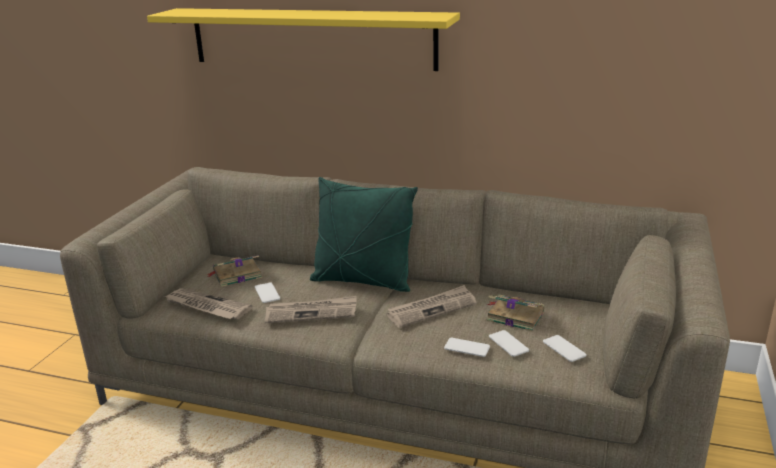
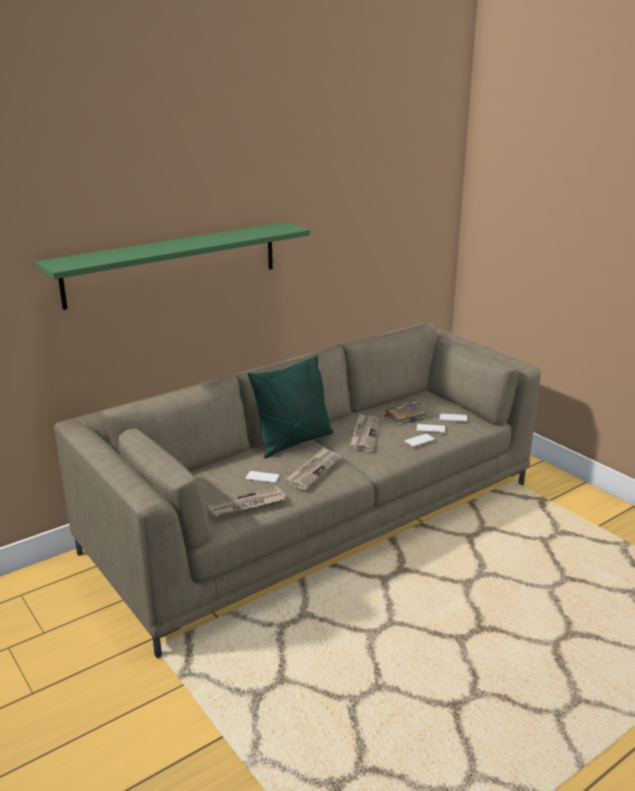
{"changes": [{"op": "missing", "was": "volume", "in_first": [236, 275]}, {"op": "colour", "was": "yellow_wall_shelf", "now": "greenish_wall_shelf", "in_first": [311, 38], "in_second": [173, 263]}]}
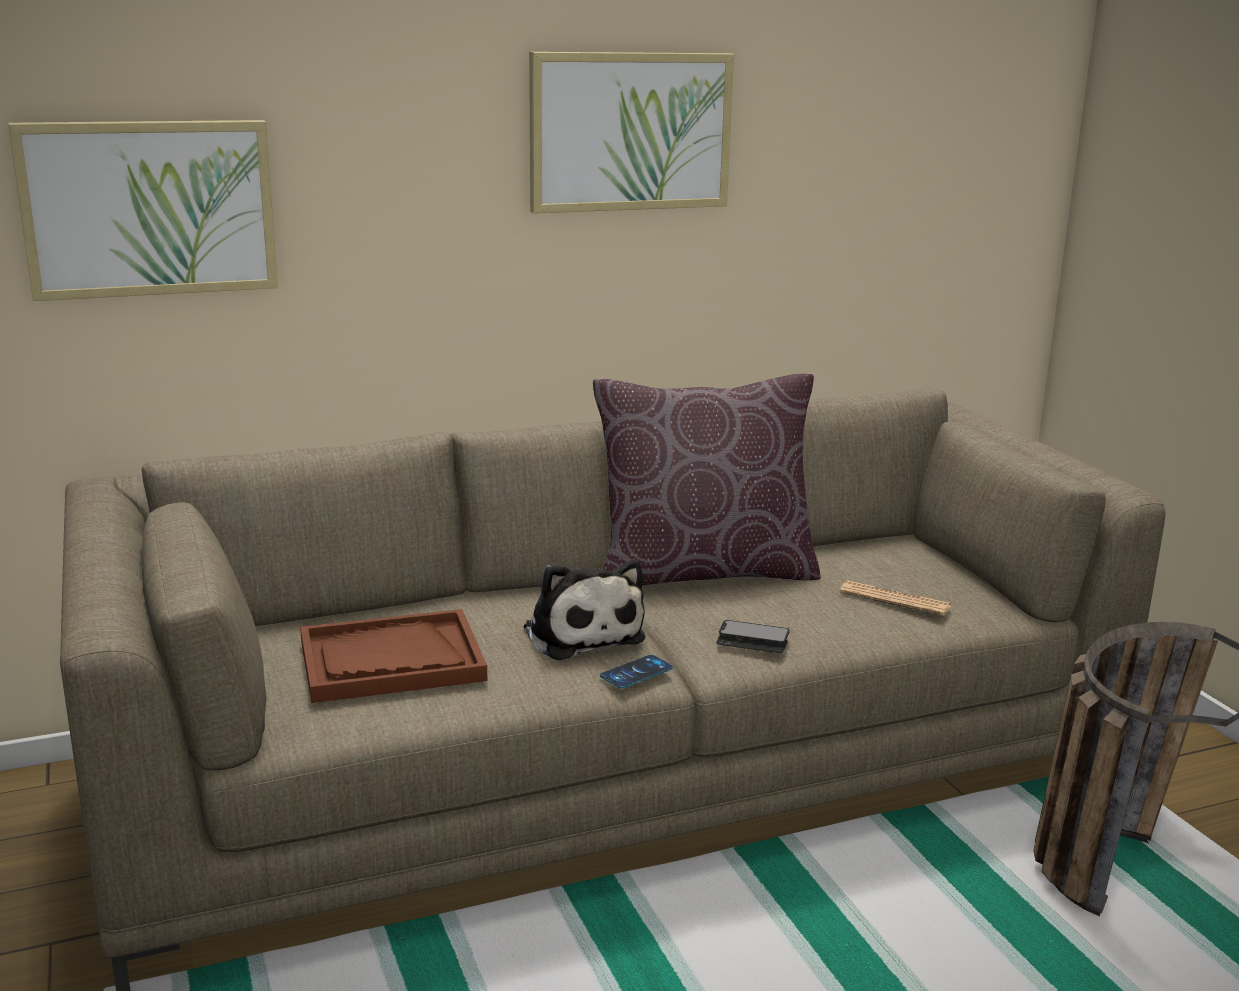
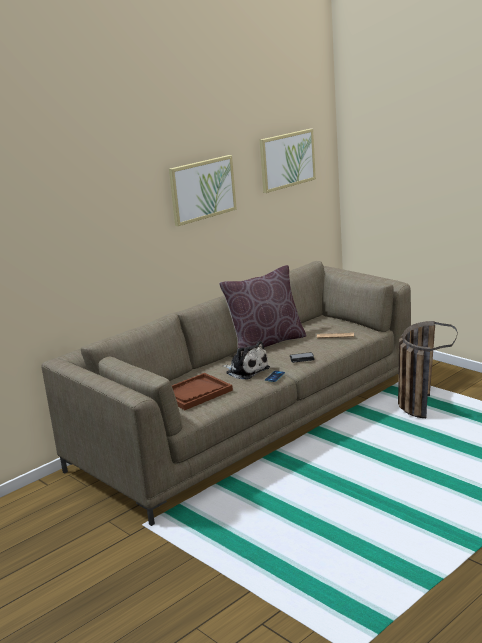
{"changes": [{"op": "relocated", "was": "picture", "in_first": [149, 208], "in_second": [287, 160]}]}
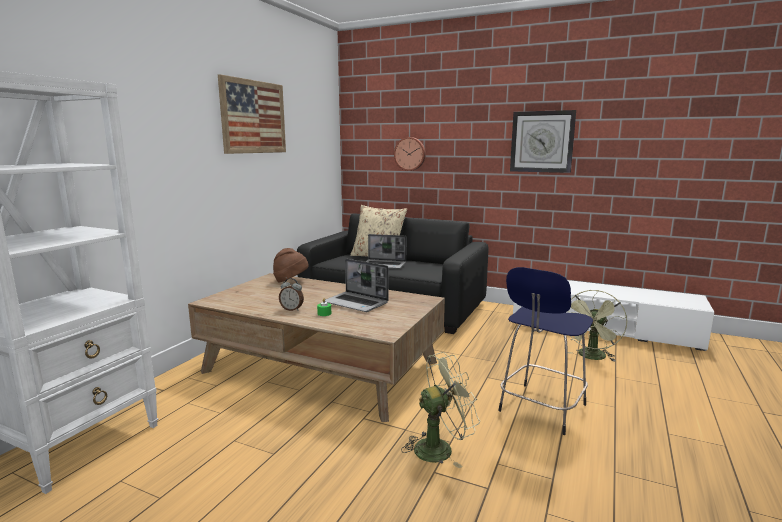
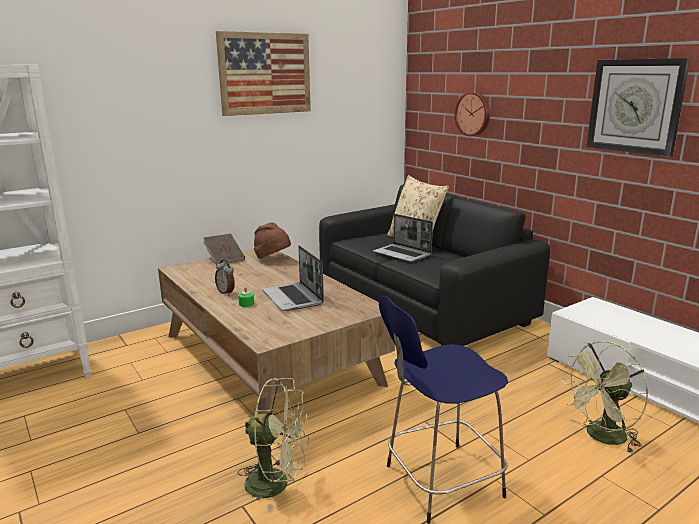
{"changes": [{"op": "appeared", "now": "brownish_volume", "in_second": [224, 258]}]}
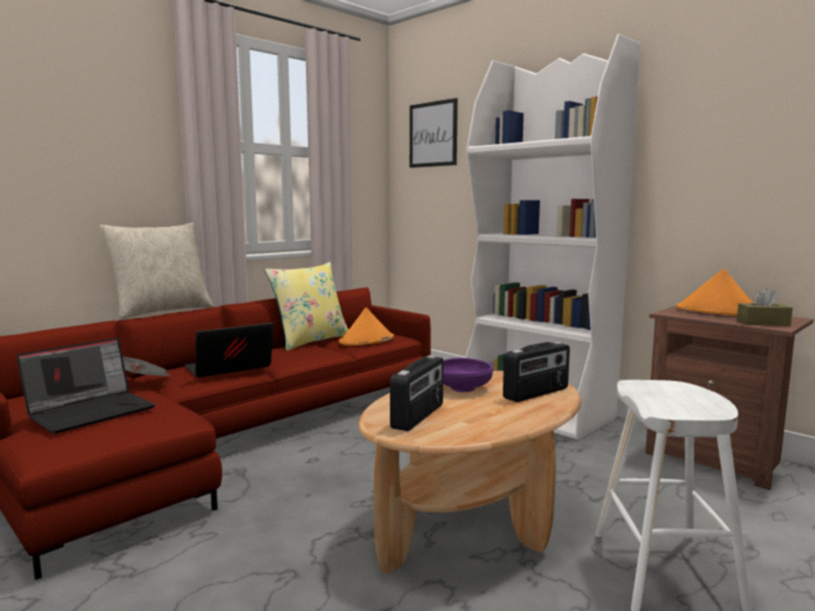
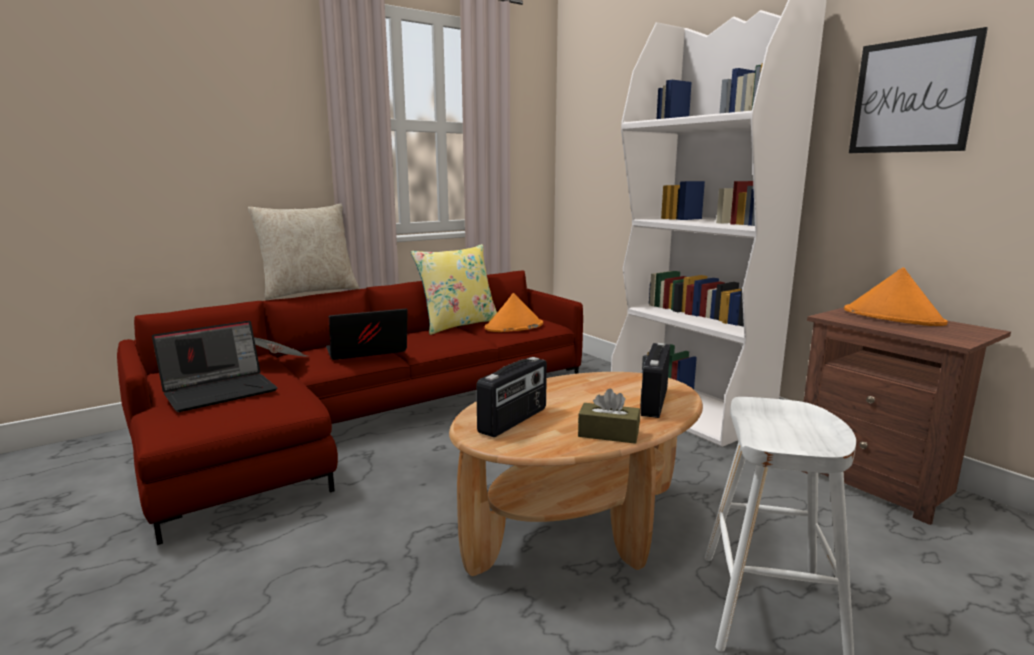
{"changes": [{"op": "missing", "was": "purplish_deep_dish", "in_first": [463, 388]}, {"op": "relocated", "was": "picture", "in_first": [433, 134], "in_second": [912, 96]}, {"op": "relocated", "was": "brownish_box_of_tissues", "in_first": [763, 323], "in_second": [608, 434]}, {"op": "spun", "was": "radio", "in_first": [537, 393], "in_second": [653, 402], "clockwise": 135}]}
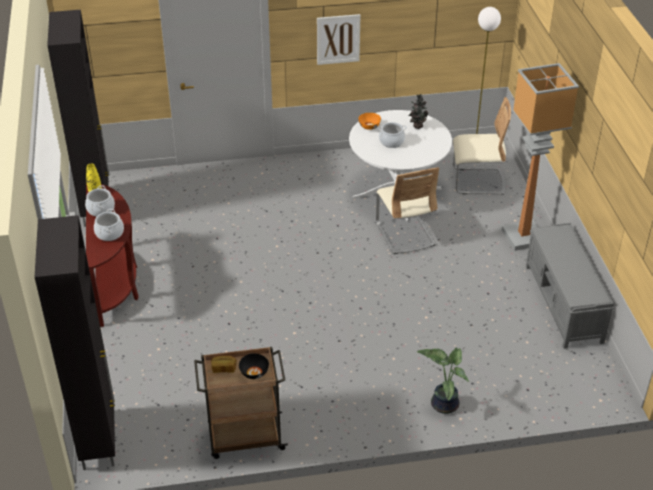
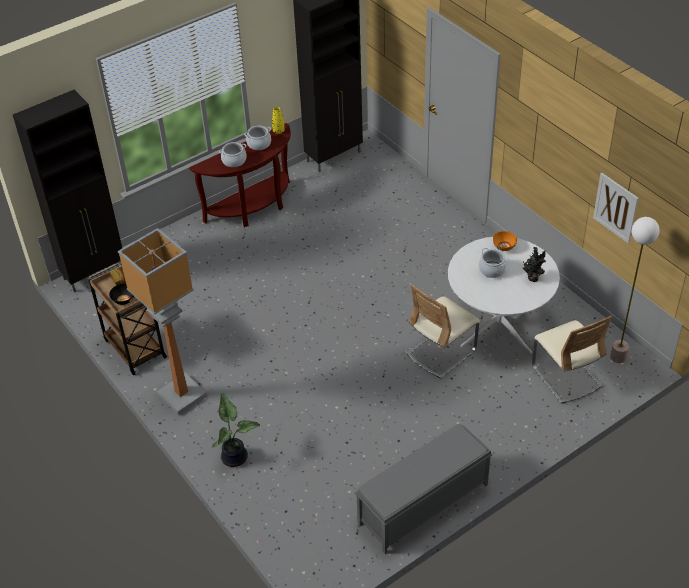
{"changes": [{"op": "relocated", "was": "picture", "in_first": [338, 39], "in_second": [615, 207]}, {"op": "relocated", "was": "floor_lamp", "in_first": [523, 236], "in_second": [183, 395]}]}
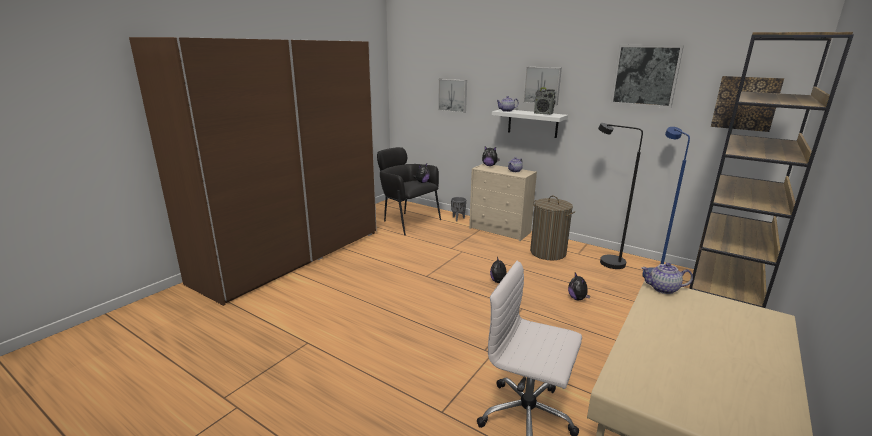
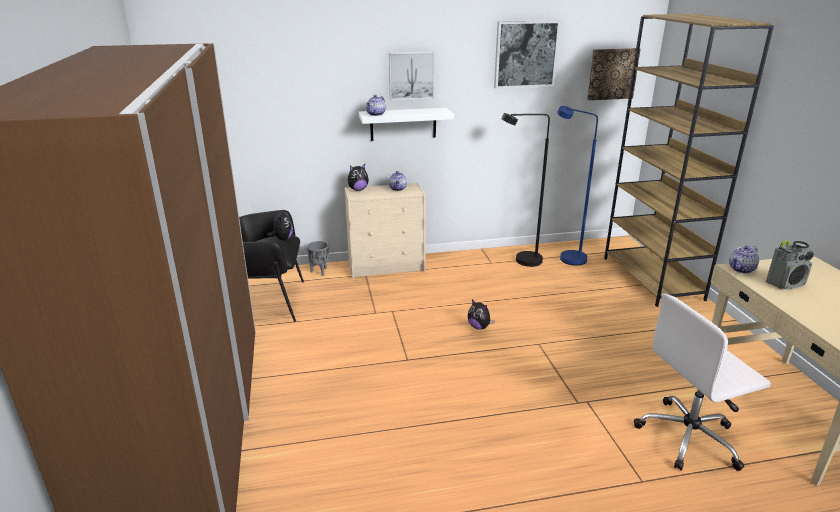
{"changes": [{"op": "missing", "was": "picture", "in_first": [453, 95]}, {"op": "missing", "was": "hamper", "in_first": [548, 252]}, {"op": "missing", "was": "soft_toy", "in_first": [577, 298]}, {"op": "relocated", "was": "radio", "in_first": [543, 114], "in_second": [785, 284]}]}
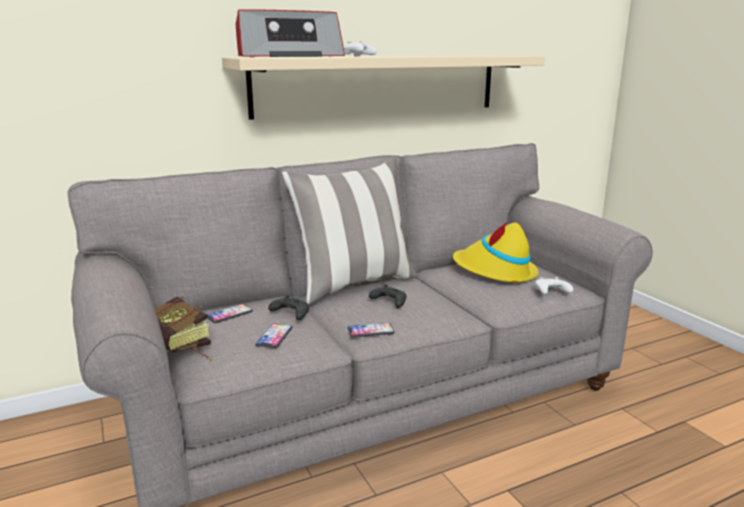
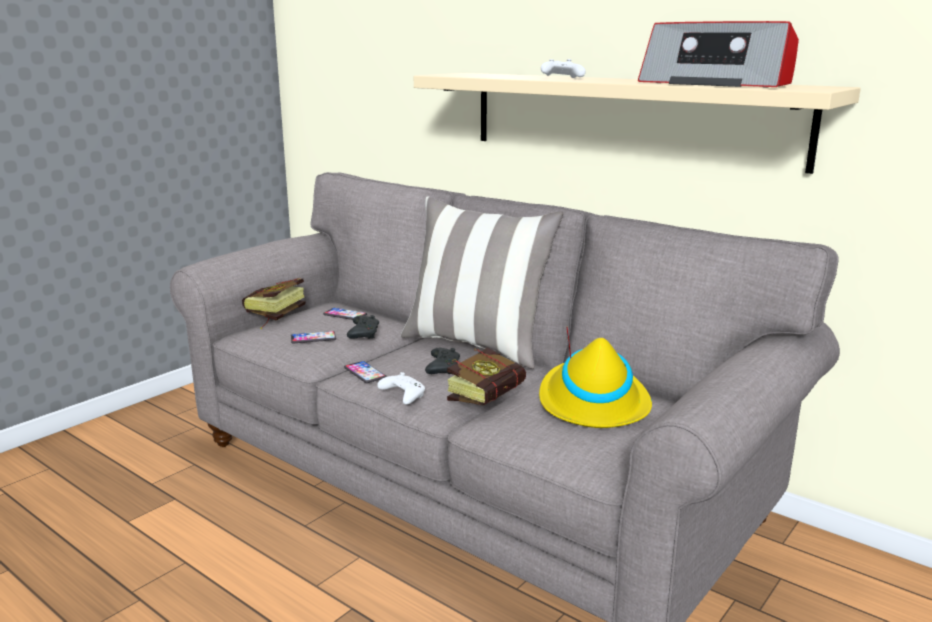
{"changes": [{"op": "appeared", "now": "volume", "in_second": [491, 398]}, {"op": "relocated", "was": "radio", "in_first": [288, 56], "in_second": [717, 84]}, {"op": "relocated", "was": "white_joypad", "in_first": [550, 292], "in_second": [402, 396]}]}
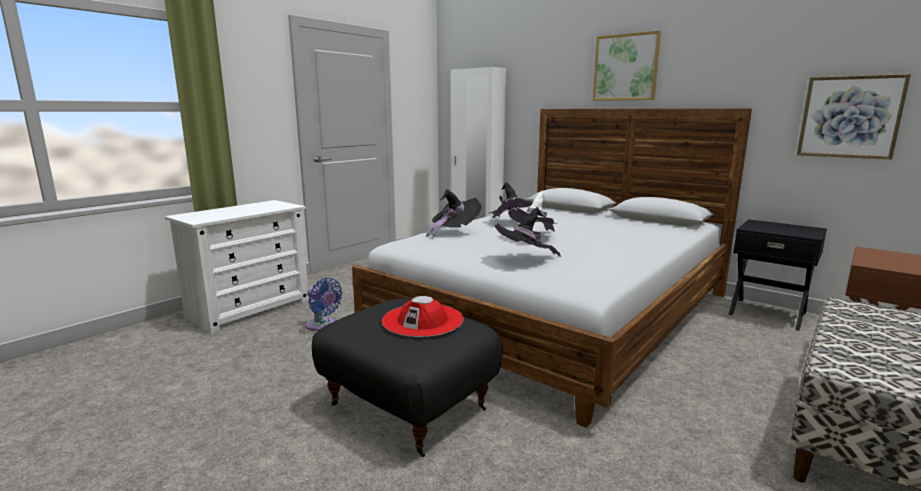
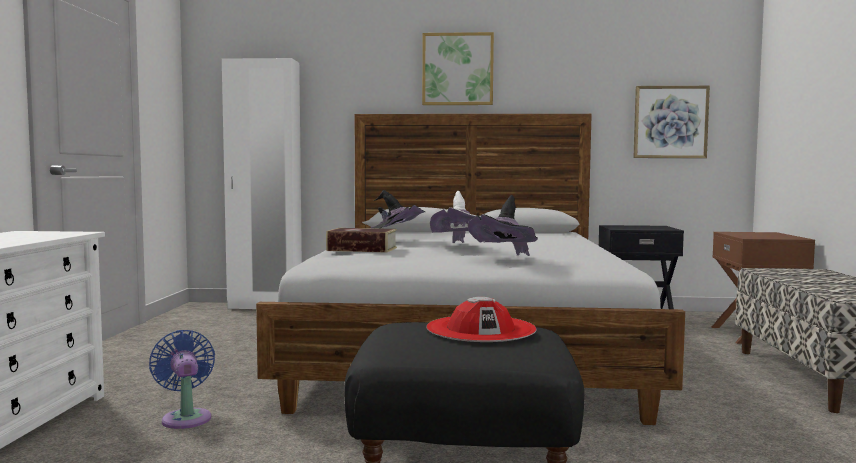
{"changes": [{"op": "exchanged", "was": "black_hat", "now": "volume", "in_first": [454, 232], "in_second": [362, 249]}, {"op": "spun", "was": "bluish_fan", "in_first": [322, 325], "in_second": [186, 417], "clockwise": -120}]}
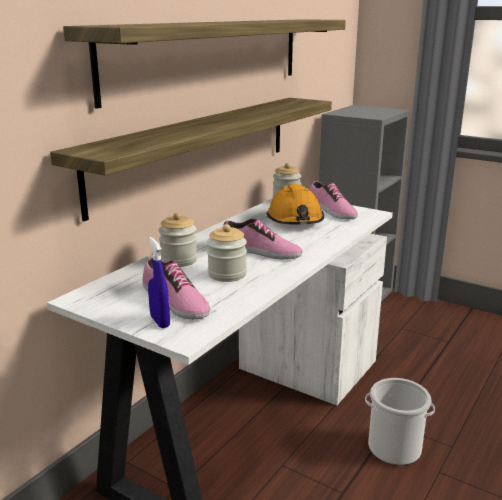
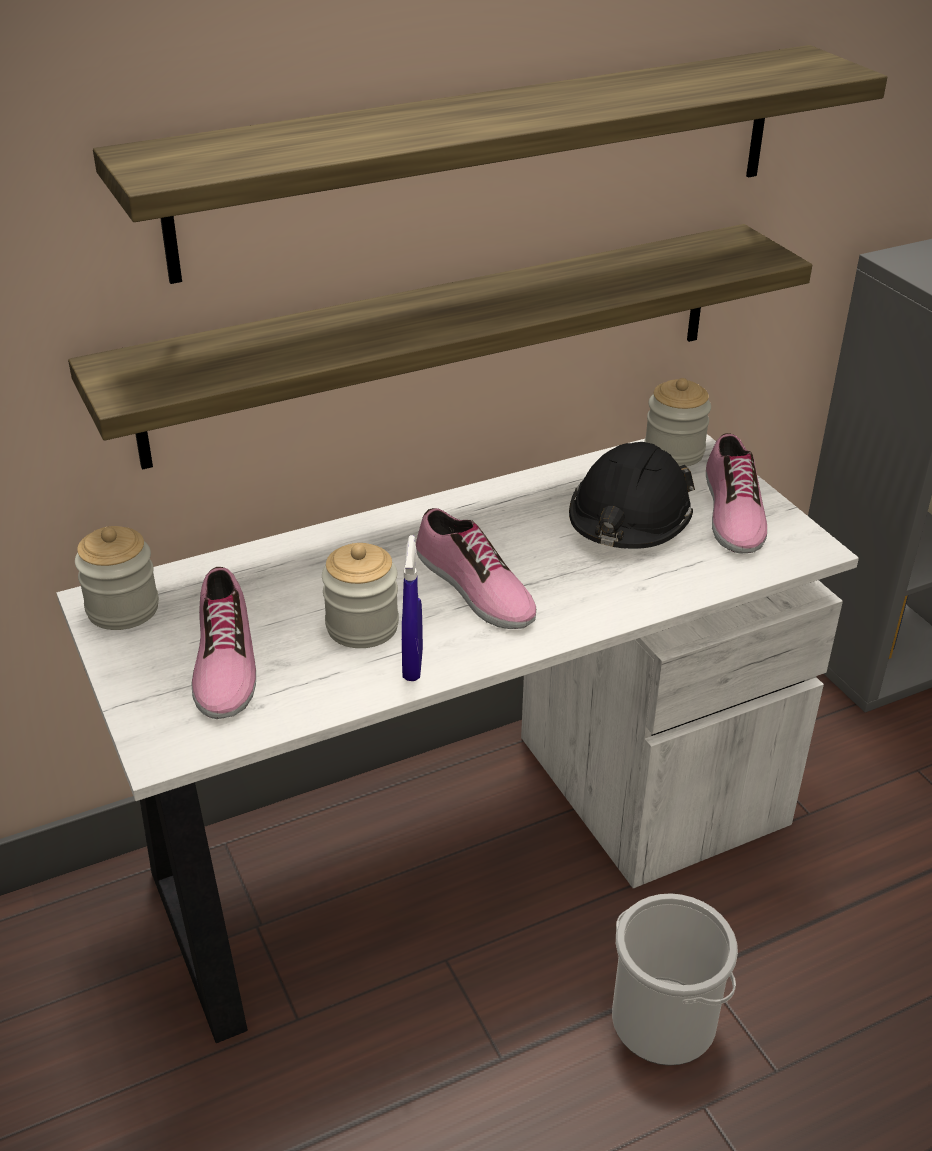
{"changes": [{"op": "relocated", "was": "bluish_sprayer", "in_first": [160, 321], "in_second": [412, 665]}, {"op": "relocated", "was": "jar", "in_first": [179, 260], "in_second": [123, 609]}, {"op": "colour", "was": "orange-coloured_work_helmet", "now": "black_work_helmet", "in_first": [295, 220], "in_second": [629, 518]}]}
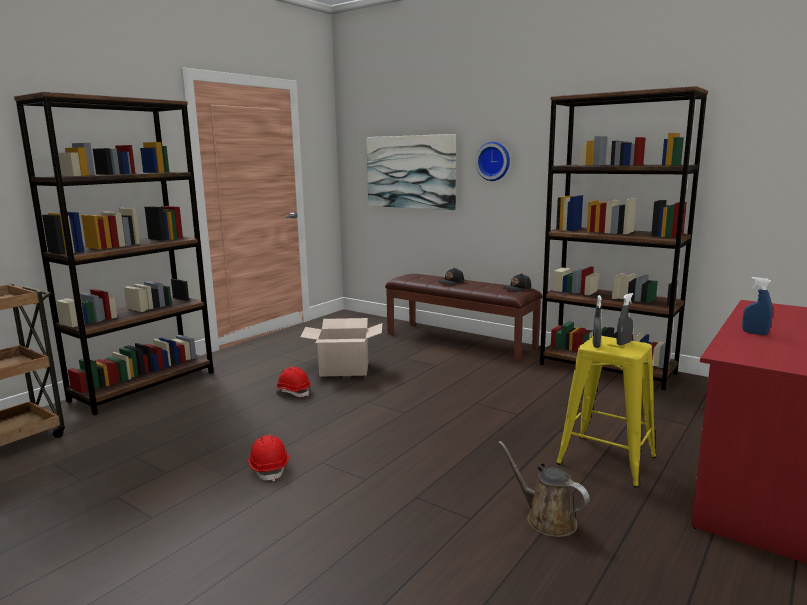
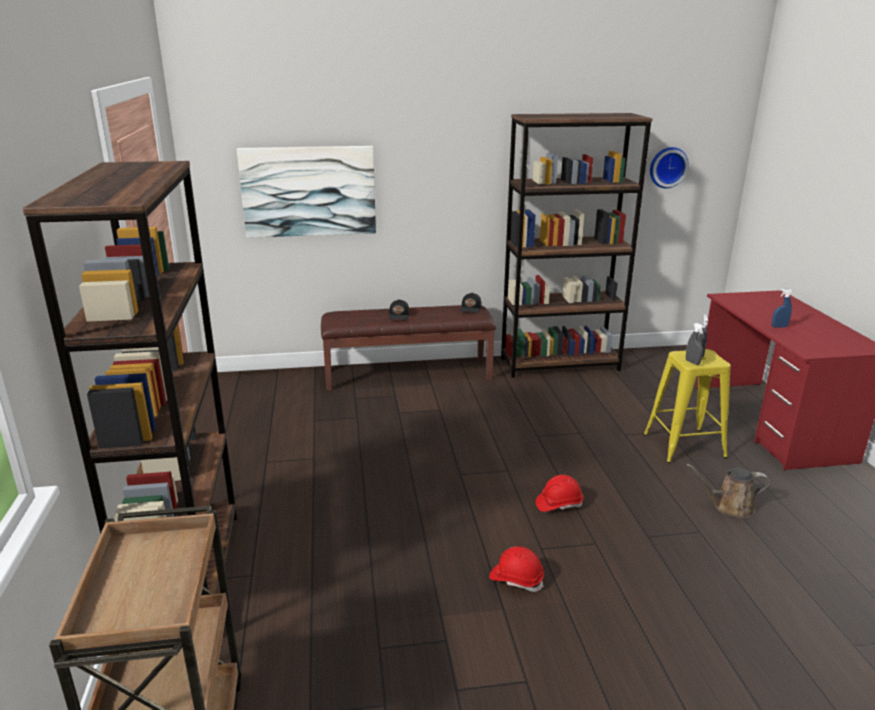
{"changes": [{"op": "missing", "was": "packing_box", "in_first": [344, 369]}, {"op": "relocated", "was": "red_work_helmet", "in_first": [293, 392], "in_second": [558, 504]}, {"op": "relocated", "was": "hanging_clock", "in_first": [494, 161], "in_second": [667, 167]}]}
